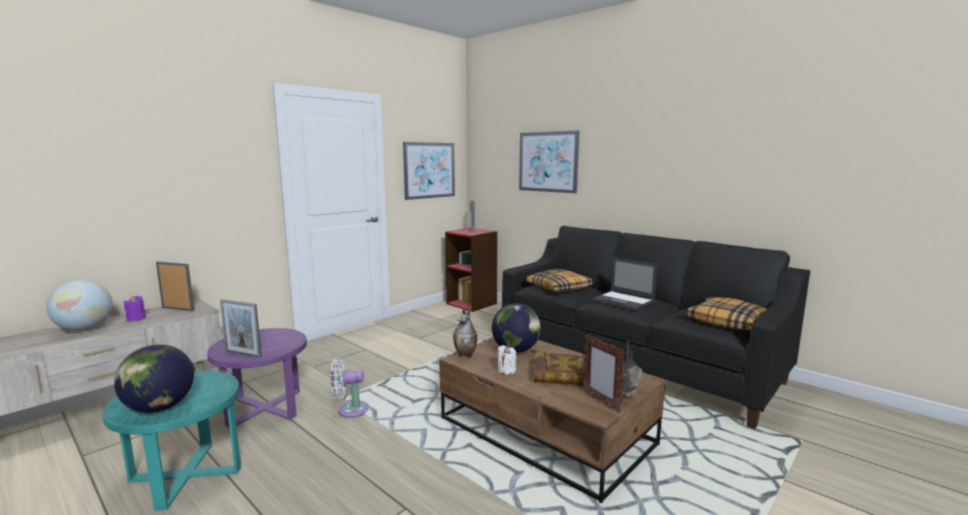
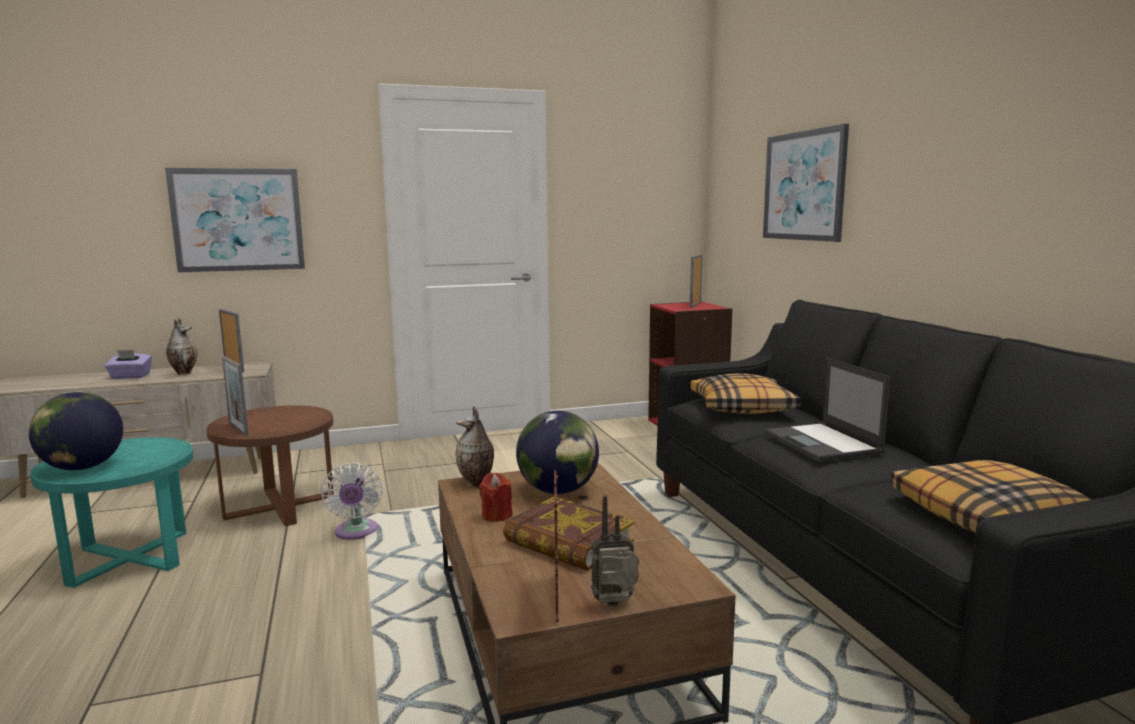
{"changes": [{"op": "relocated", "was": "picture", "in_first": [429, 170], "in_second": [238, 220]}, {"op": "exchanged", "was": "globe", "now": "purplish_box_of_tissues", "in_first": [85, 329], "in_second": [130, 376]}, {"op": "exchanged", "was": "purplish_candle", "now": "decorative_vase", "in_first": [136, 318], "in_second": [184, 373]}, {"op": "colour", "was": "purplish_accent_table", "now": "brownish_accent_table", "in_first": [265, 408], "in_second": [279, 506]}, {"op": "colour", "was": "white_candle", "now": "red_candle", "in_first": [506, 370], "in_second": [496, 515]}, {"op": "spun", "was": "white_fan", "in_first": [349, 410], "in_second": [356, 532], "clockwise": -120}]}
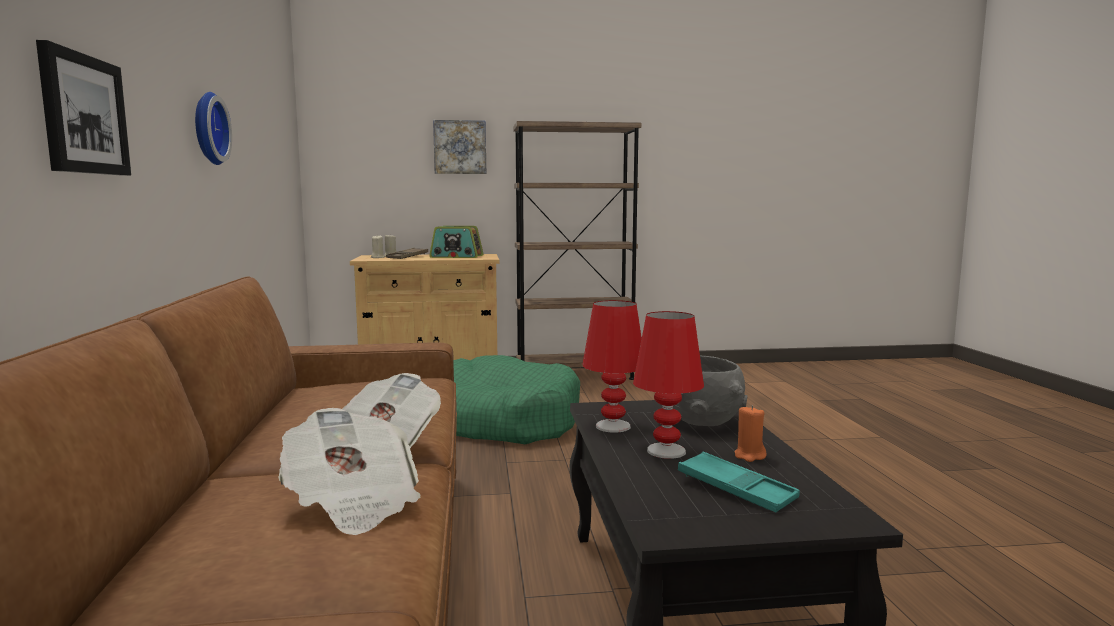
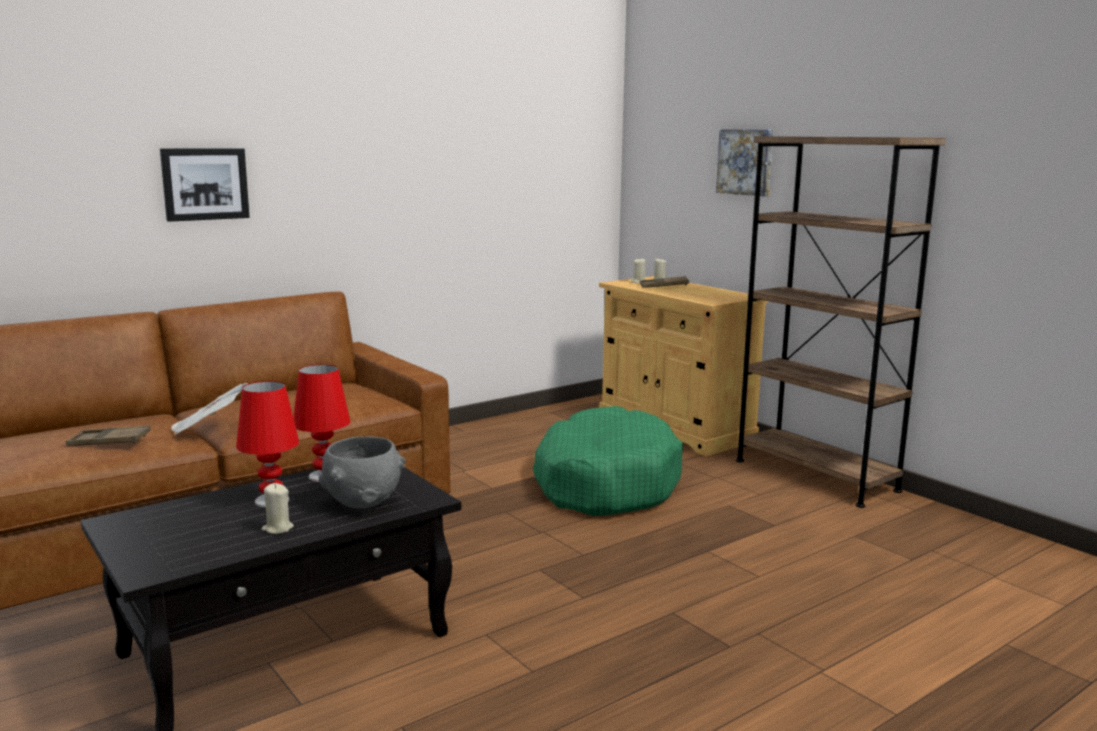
{"changes": [{"op": "missing", "was": "hanging_clock", "in_first": [207, 128]}, {"op": "missing", "was": "radio", "in_first": [456, 256]}, {"op": "missing", "was": "turquoise-coloured_tray", "in_first": [736, 489]}, {"op": "exchanged", "was": "printed_paper", "now": "brownish_tray", "in_first": [352, 503], "in_second": [109, 442]}, {"op": "colour", "was": "orange-coloured_candle", "now": "beige_candle", "in_first": [749, 456], "in_second": [277, 528]}]}
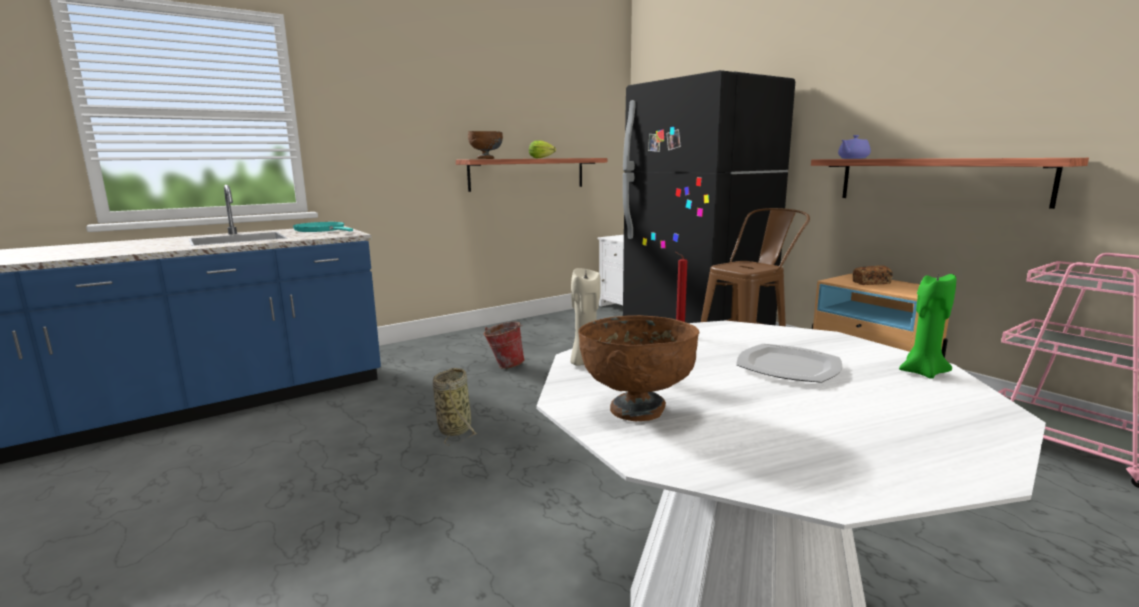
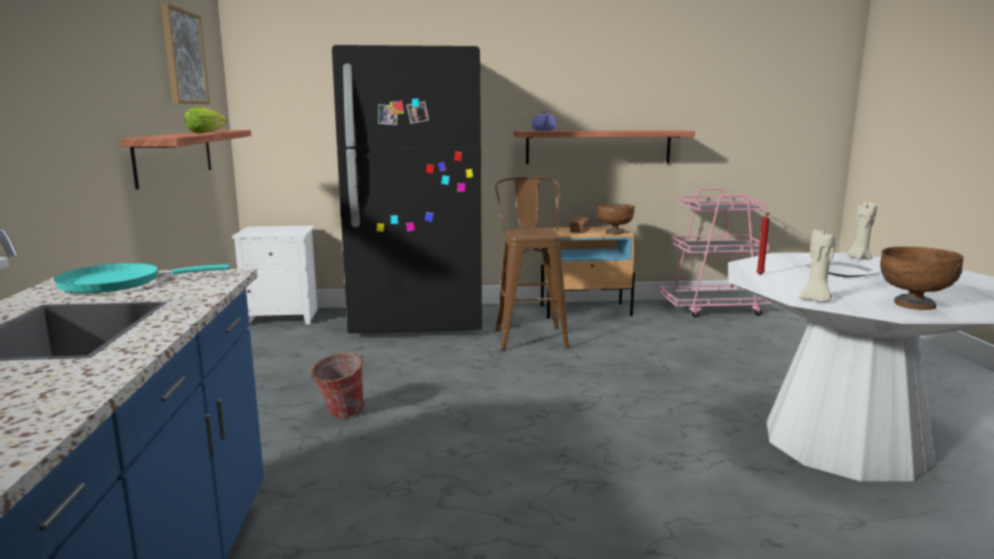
{"changes": [{"op": "missing", "was": "basket", "in_first": [455, 428]}, {"op": "appeared", "now": "picture", "in_second": [184, 57]}, {"op": "relocated", "was": "brownish_deep_dish", "in_first": [486, 159], "in_second": [615, 233]}, {"op": "colour", "was": "greenish_candle", "now": "beige_candle", "in_first": [922, 372], "in_second": [859, 258]}]}
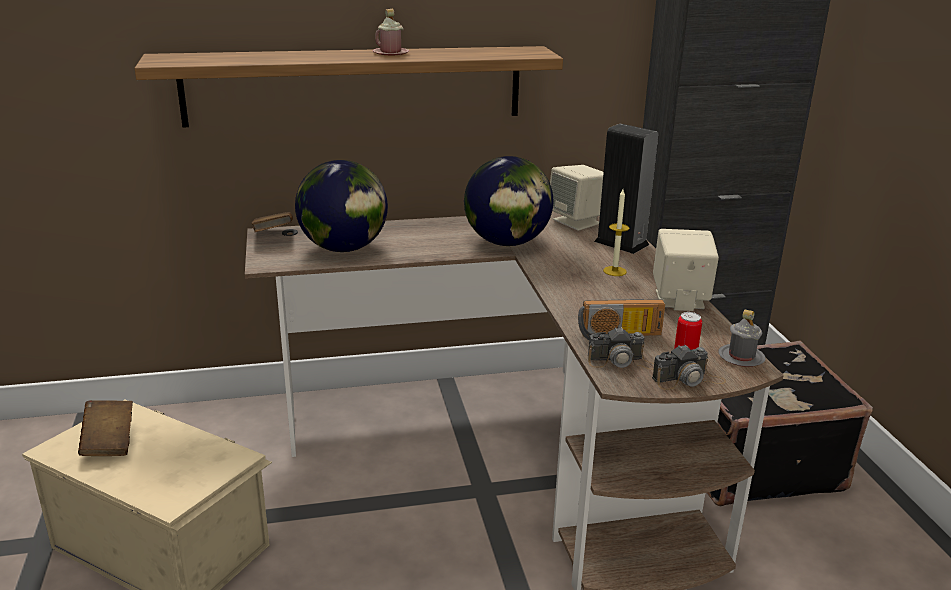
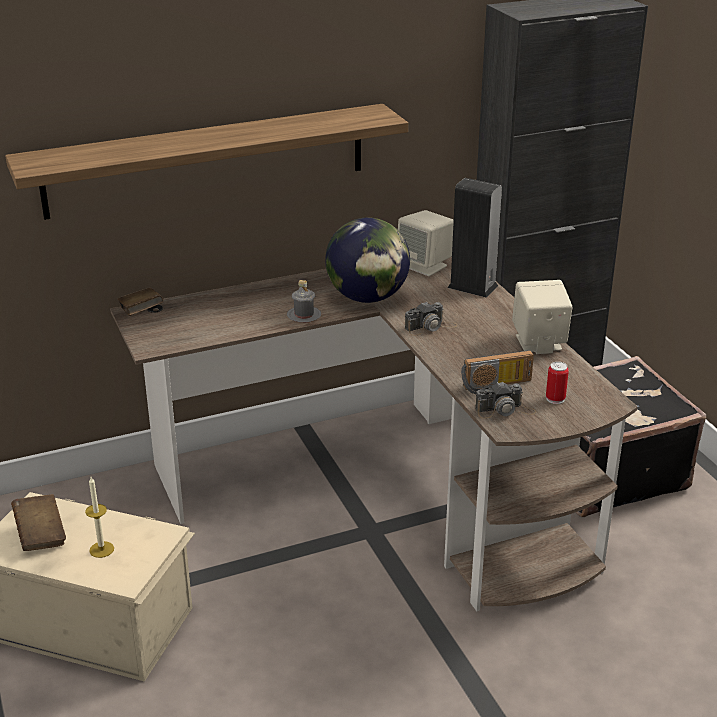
{"changes": [{"op": "missing", "was": "globe", "in_first": [343, 248]}, {"op": "missing", "was": "pink-coloured_coffee_mug", "in_first": [390, 53]}, {"op": "relocated", "was": "candle", "in_first": [614, 271], "in_second": [101, 549]}, {"op": "relocated", "was": "still_camera", "in_first": [688, 380], "in_second": [431, 327]}, {"op": "relocated", "was": "greyish_coffee_mug", "in_first": [741, 357], "in_second": [304, 316]}]}
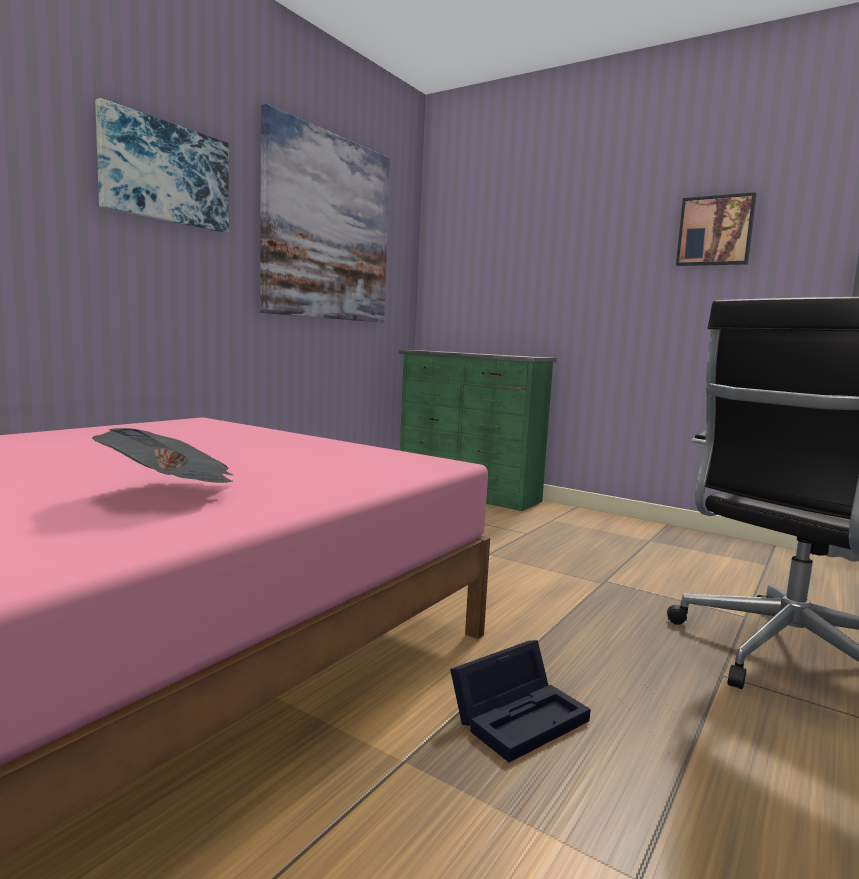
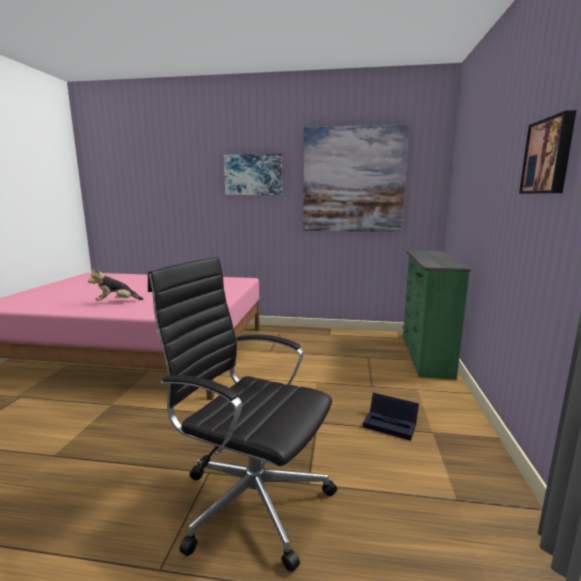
{"changes": [{"op": "relocated", "was": "black_storage_container", "in_first": [520, 715], "in_second": [392, 424]}, {"op": "exchanged", "was": "printed_paper", "now": "soft_toy", "in_first": [173, 494], "in_second": [116, 302]}]}
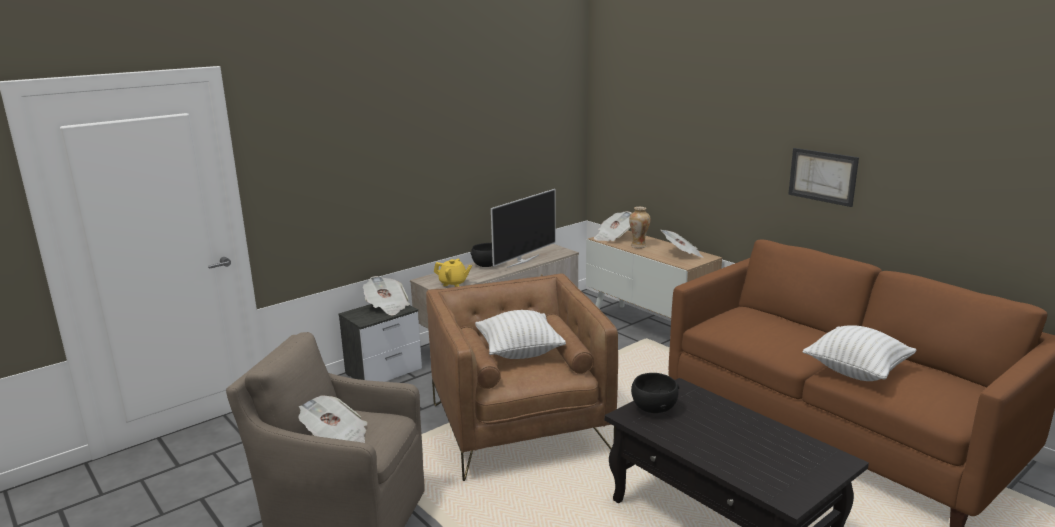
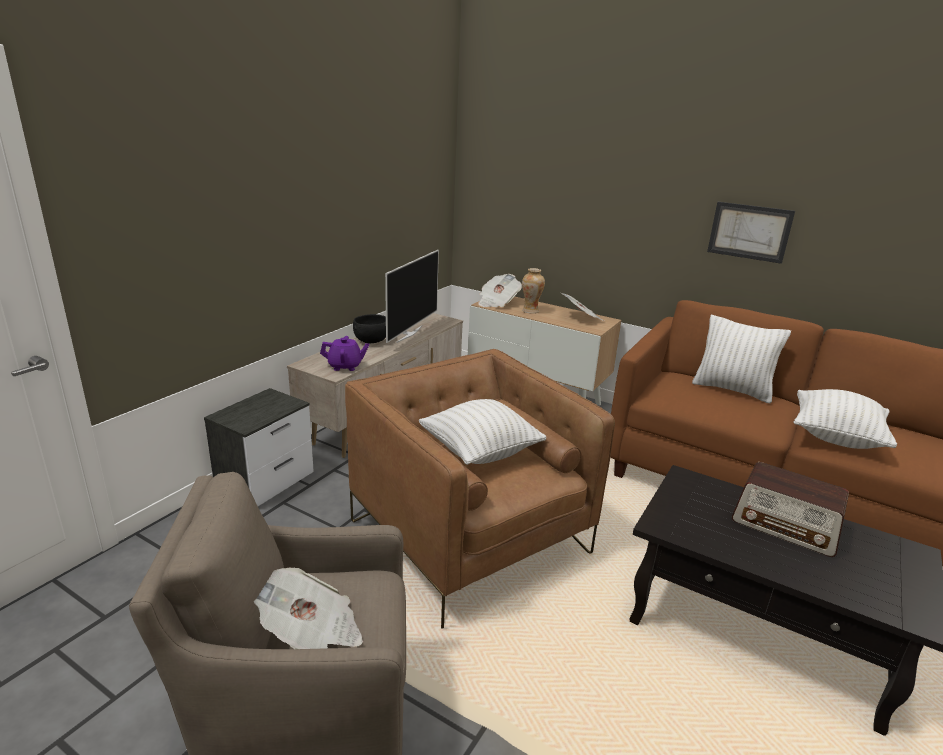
{"changes": [{"op": "missing", "was": "printed_paper", "in_first": [387, 307]}, {"op": "missing", "was": "black_deep_dish", "in_first": [653, 408]}, {"op": "appeared", "now": "white_cushion", "in_second": [732, 390]}, {"op": "appeared", "now": "radio", "in_second": [785, 526]}, {"op": "colour", "was": "yellow_pot_for_tea", "now": "purplish_pot_for_tea", "in_first": [453, 283], "in_second": [345, 366]}]}
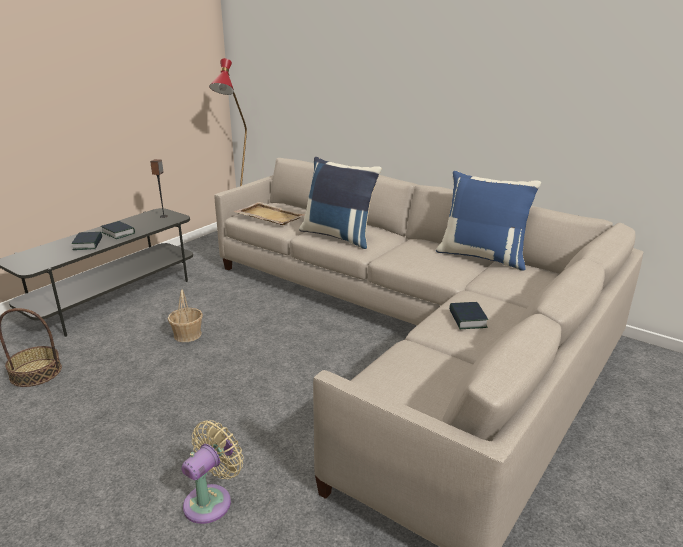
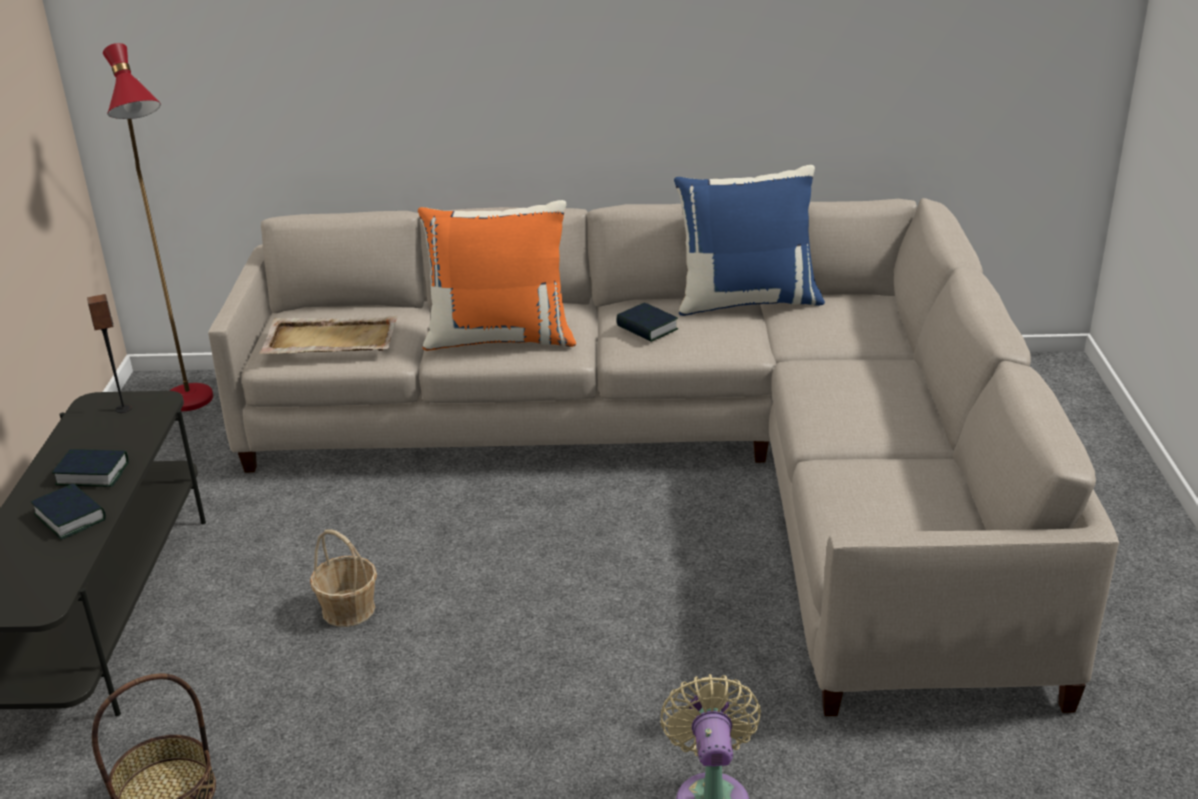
{"changes": [{"op": "relocated", "was": "volume", "in_first": [467, 319], "in_second": [647, 328]}, {"op": "colour", "was": "bluish_cushion", "now": "orange-coloured_cushion", "in_first": [339, 236], "in_second": [500, 337]}]}
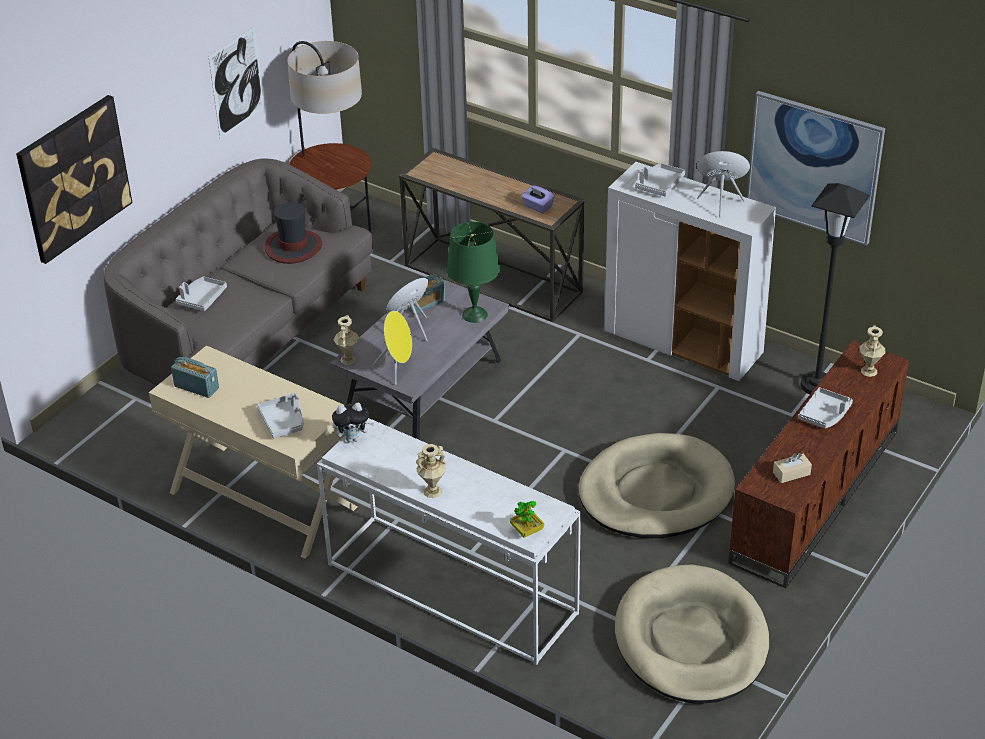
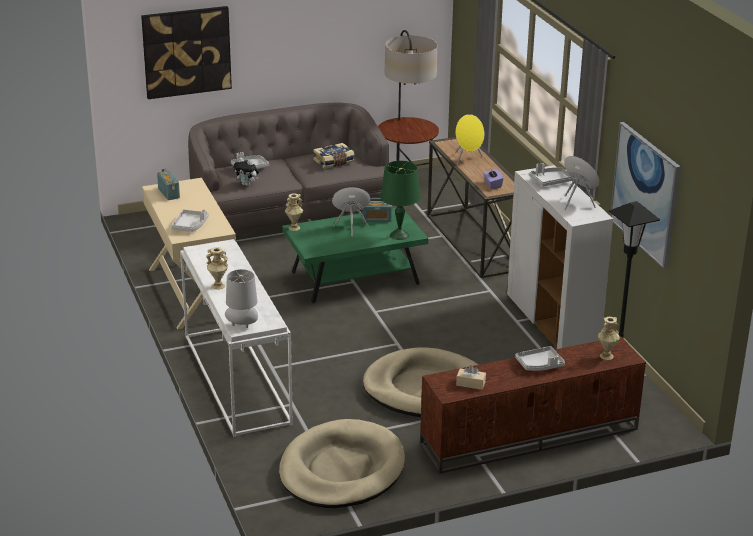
{"changes": [{"op": "missing", "was": "picture", "in_first": [236, 82]}, {"op": "relocated", "was": "soft_toy", "in_first": [353, 438], "in_second": [247, 184]}, {"op": "relocated", "was": "yellow_speaker", "in_first": [397, 369], "in_second": [467, 159]}, {"op": "exchanged", "was": "hat", "now": "volume", "in_first": [293, 247], "in_second": [334, 162]}, {"op": "exchanged", "was": "houseplant", "now": "greyish_tabletop_lamp", "in_first": [527, 531], "in_second": [242, 325]}, {"op": "colour", "was": "greyish_coffee_table", "now": "greenish_coffee_table", "in_first": [424, 388], "in_second": [355, 279]}]}
